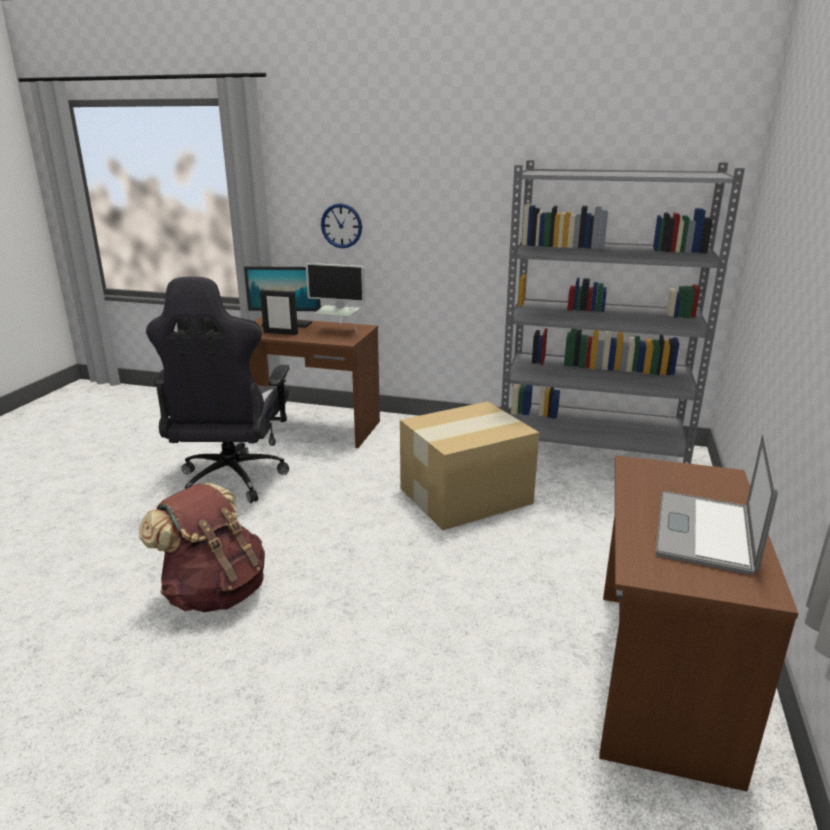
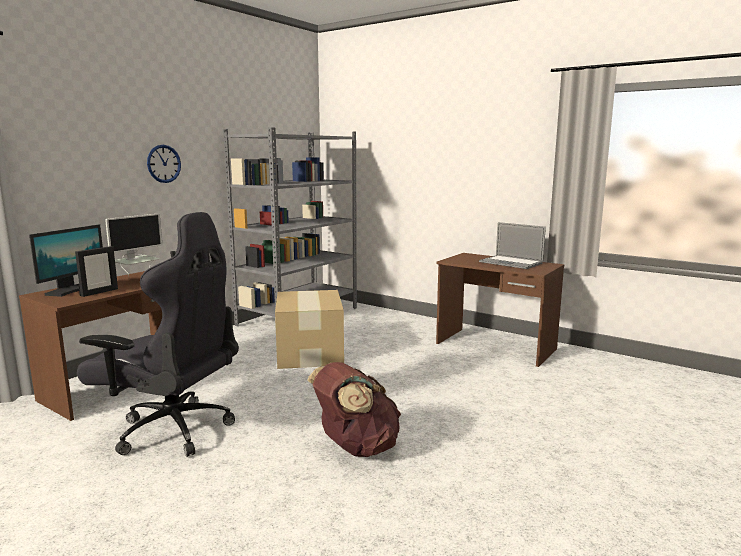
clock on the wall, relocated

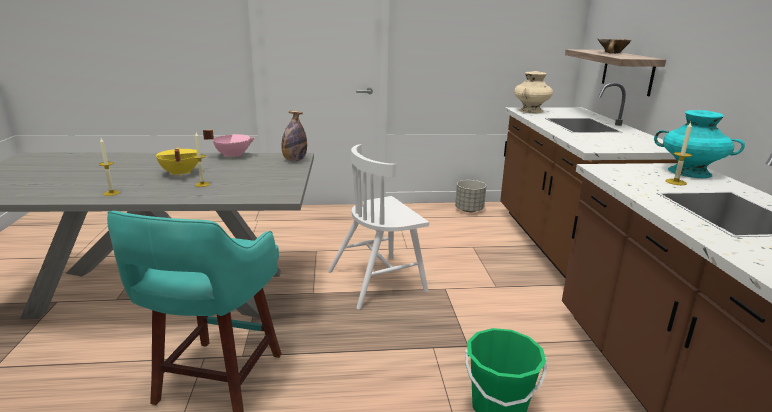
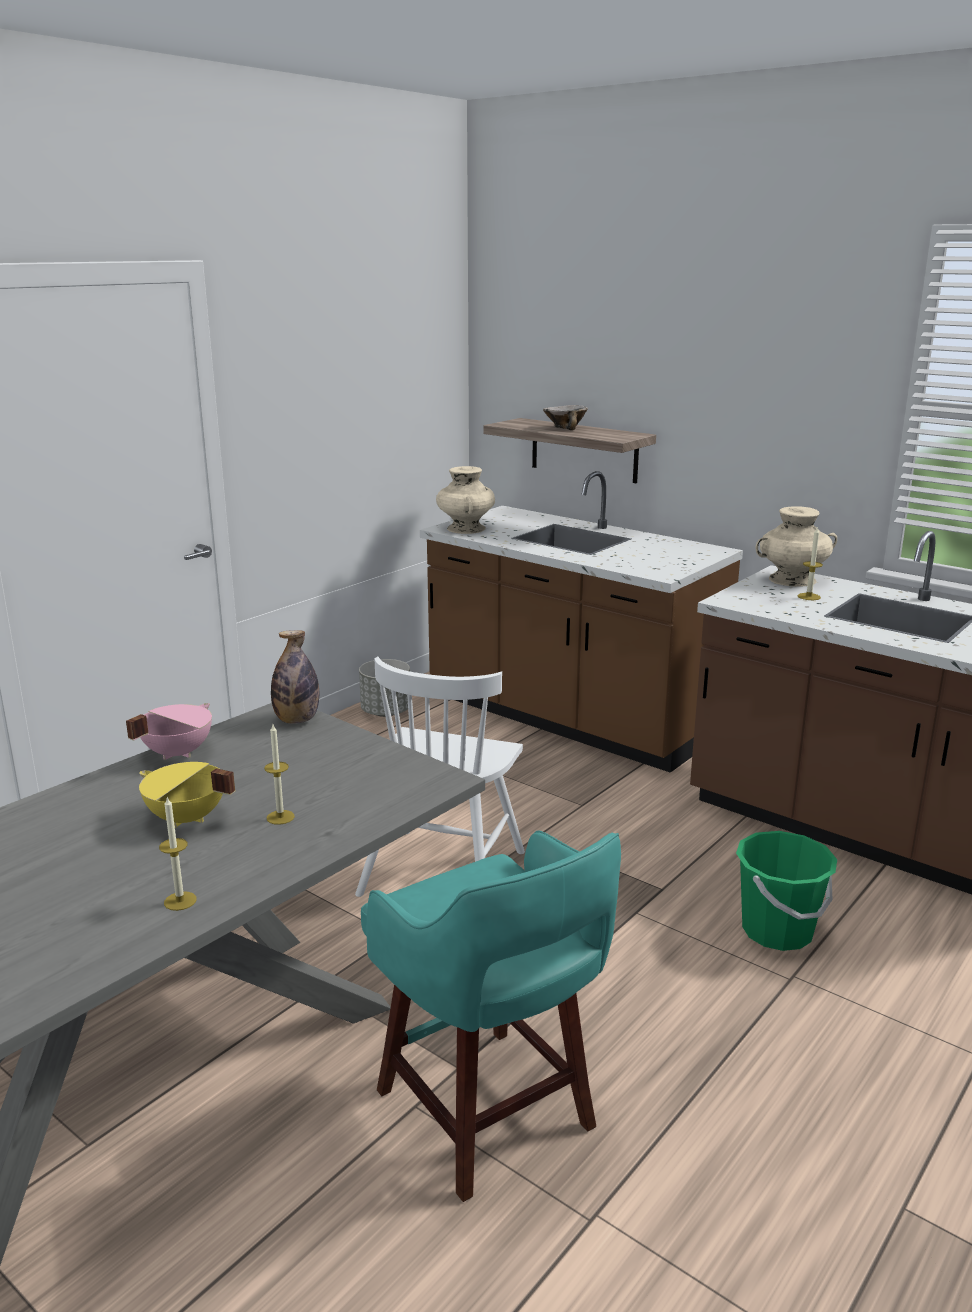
decorative vase (turquoise-coloured) -> decorative vase (beige-coloured) (no. 2 from left)

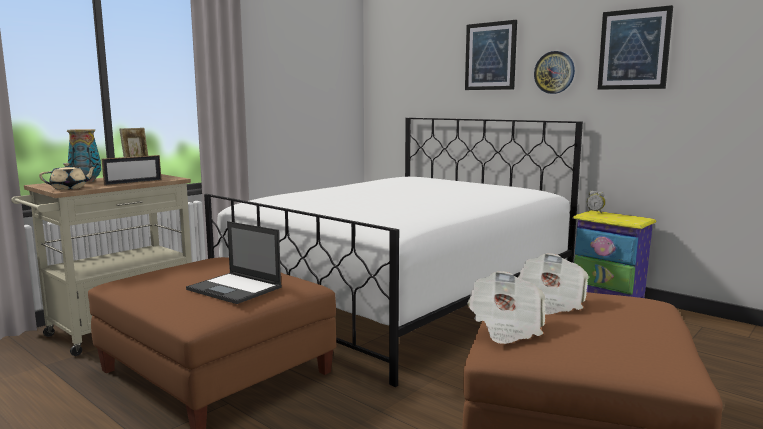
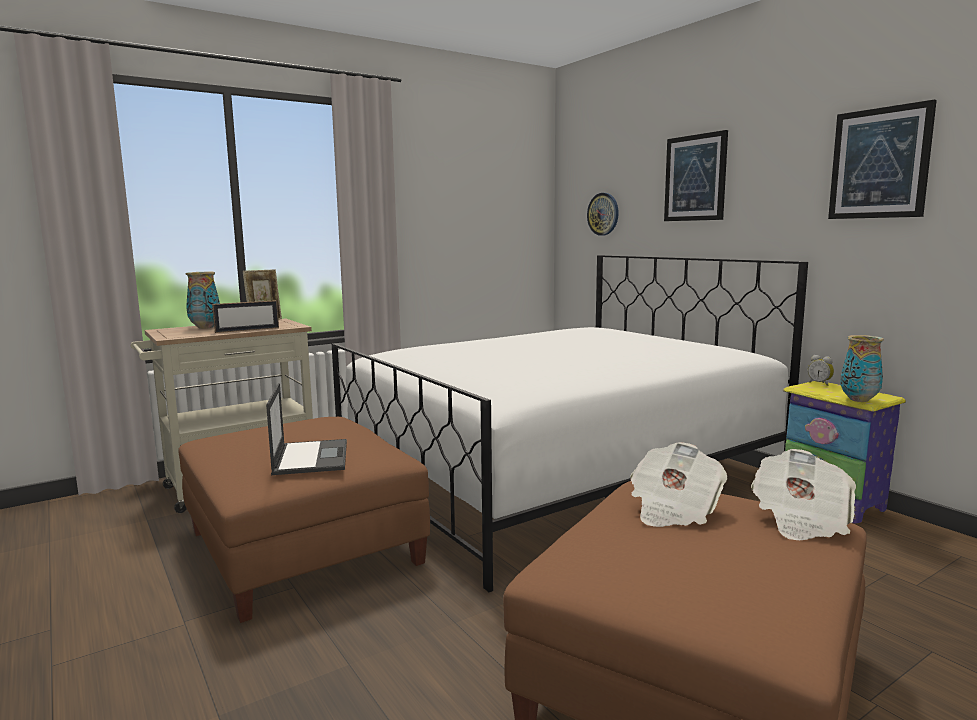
pot for tea (beige-coloured) -> none
none -> decorative vase (no. 2 from left)
daily paper (no. 1 from left in the first image) -> daily paper (no. 2 from left), relocated
clock on the wall, relocated
laptop, 150 degrees counterclockwise

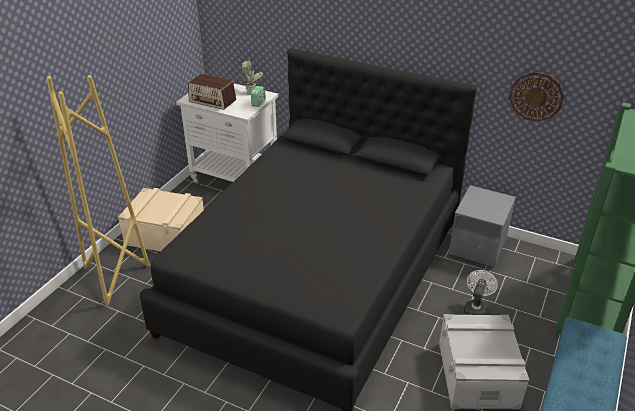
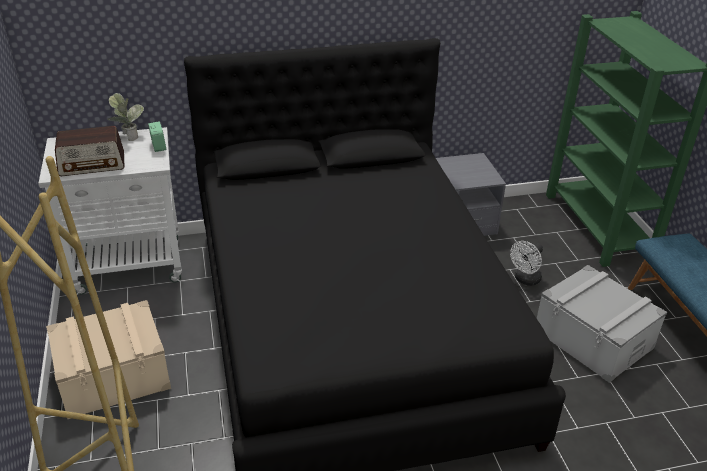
clock on the wall -> none
cooling fan (whitish), 120 degrees counterclockwise

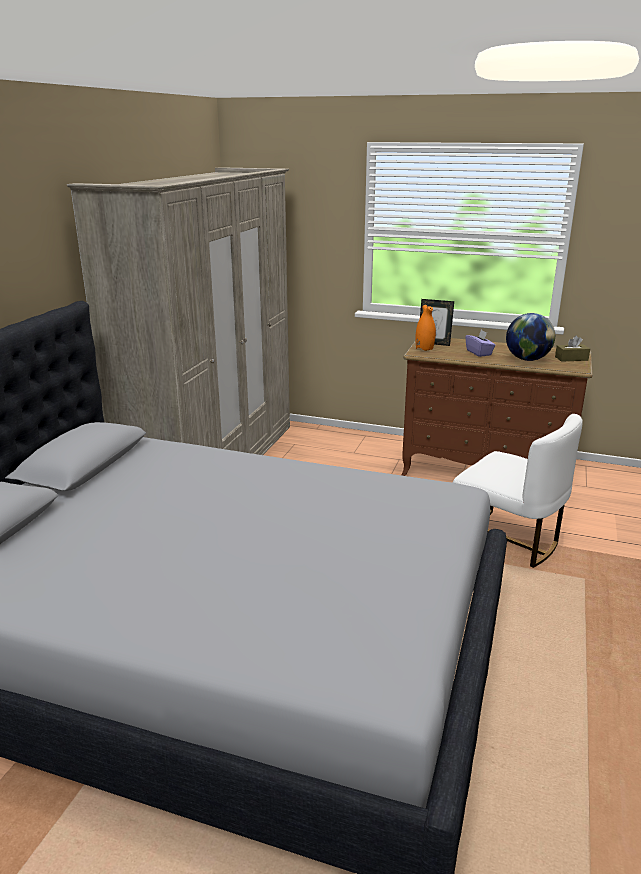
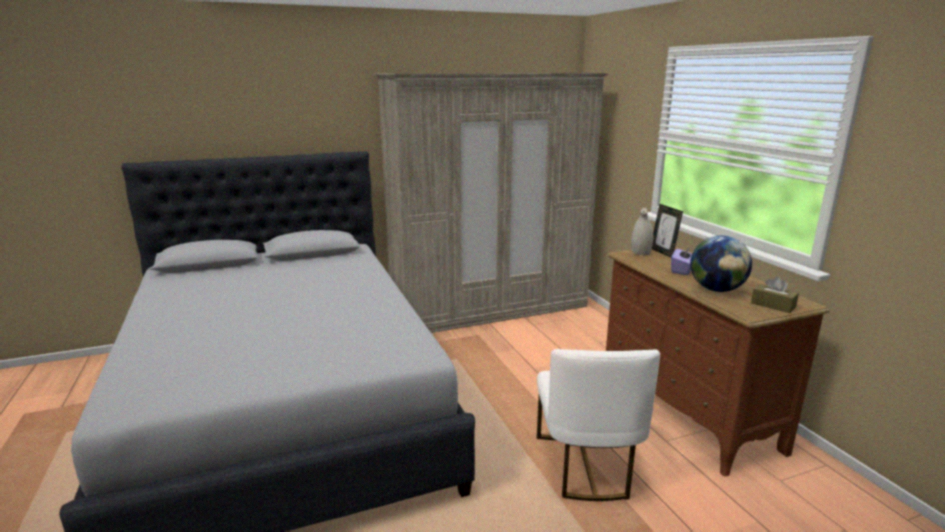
decorative vase (orange) -> decorative vase (whitish)

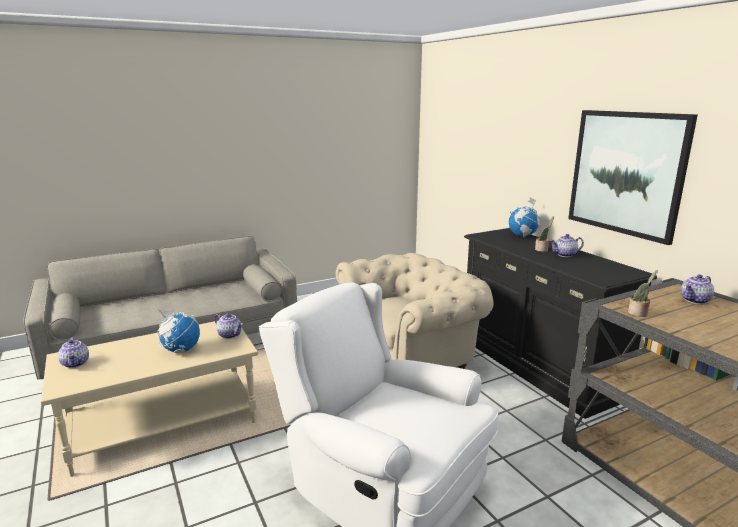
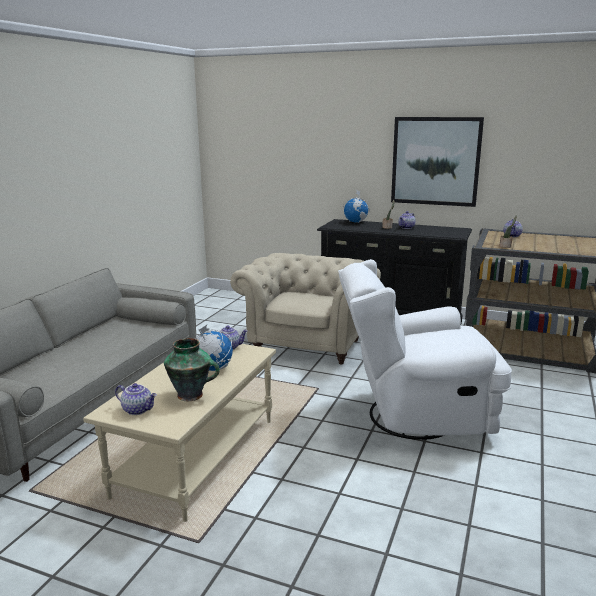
none -> decorative vase

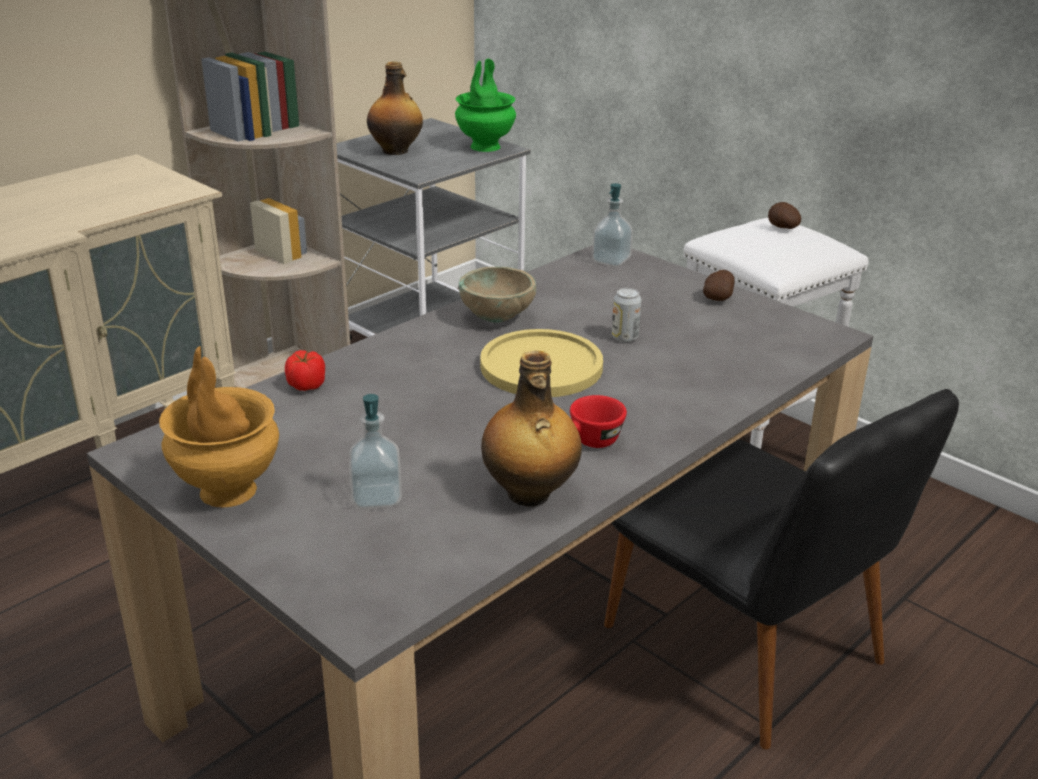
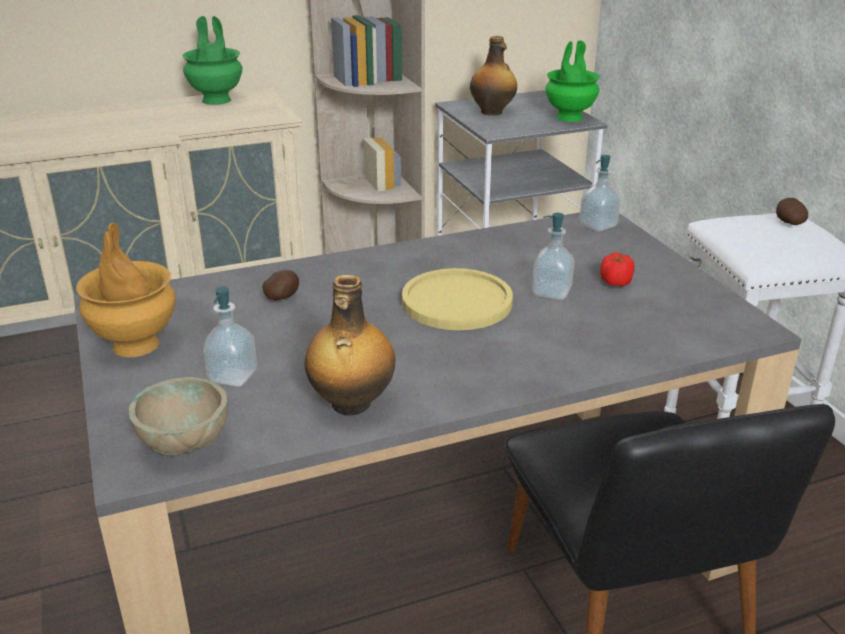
drinking cup (reddish) -> none
none -> decorative vase (green) (no. 1 from left)
fresh tomato, relocated
serving bowl (beige-coloured), relocated
potato (no. 1 from left), relocated
metal can -> liquid soap bottle (no. 2 from left)

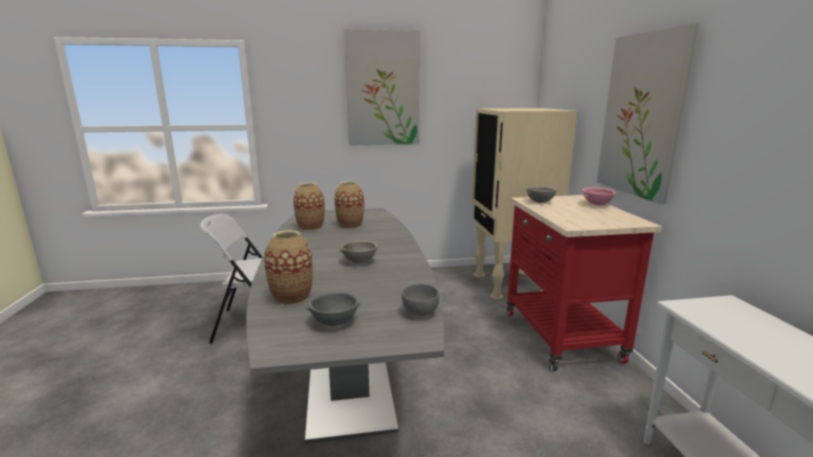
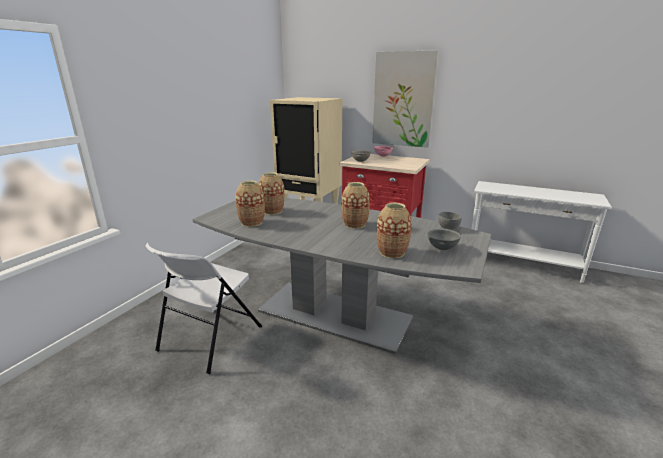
wall picture (no. 1 from left) -> none
serving bowl (greyish) (no. 2 from left) -> decorative vase (no. 3 from left)

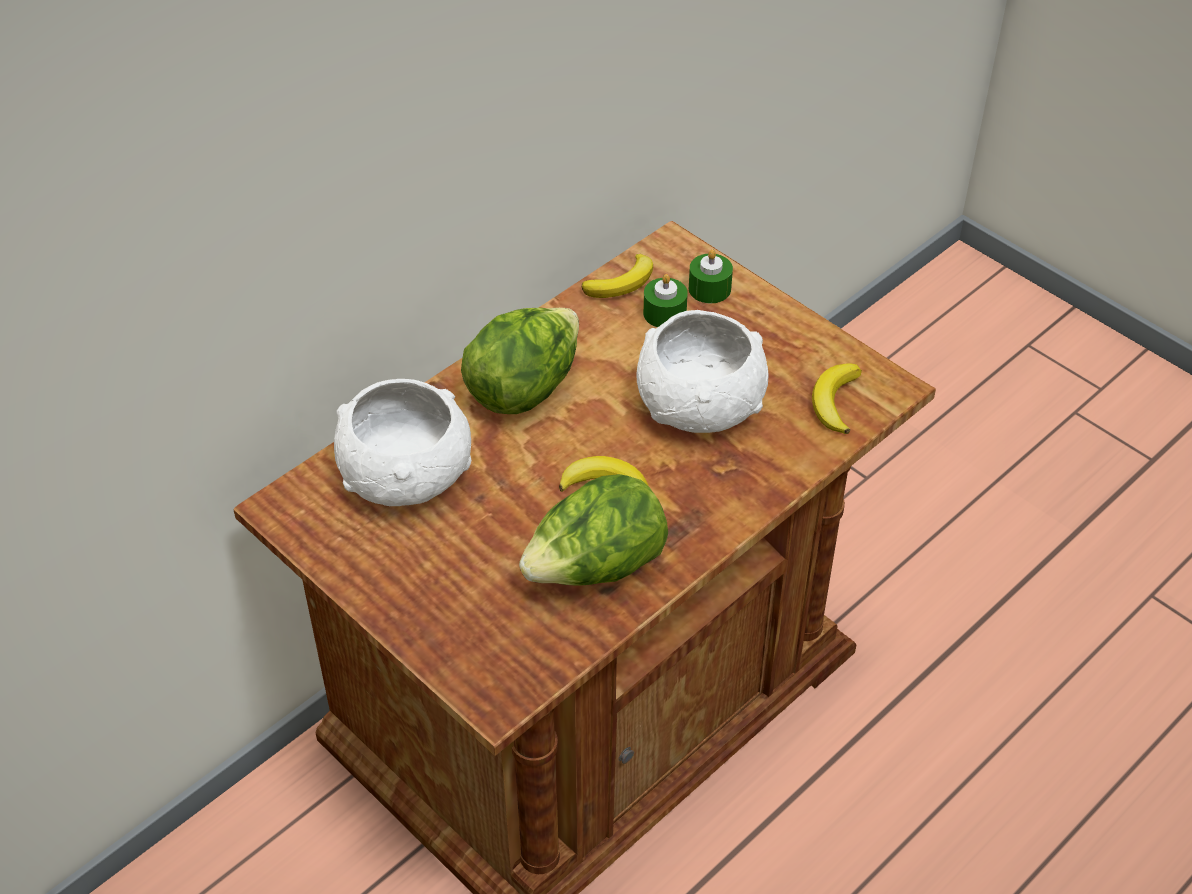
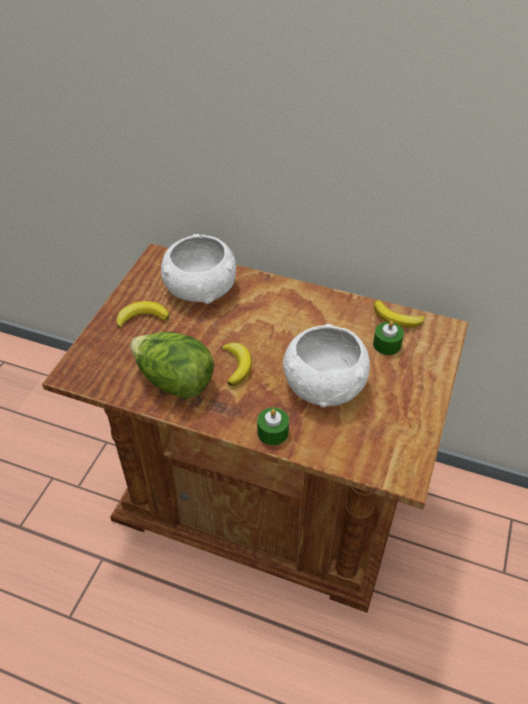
head of lettuce (no. 1 from left) -> none
candle (green) (no. 2 from left in the first image) -> candle (green) (no. 1 from left), relocated
banana (no. 3 from left in the first image) -> banana (no. 1 from left), relocated

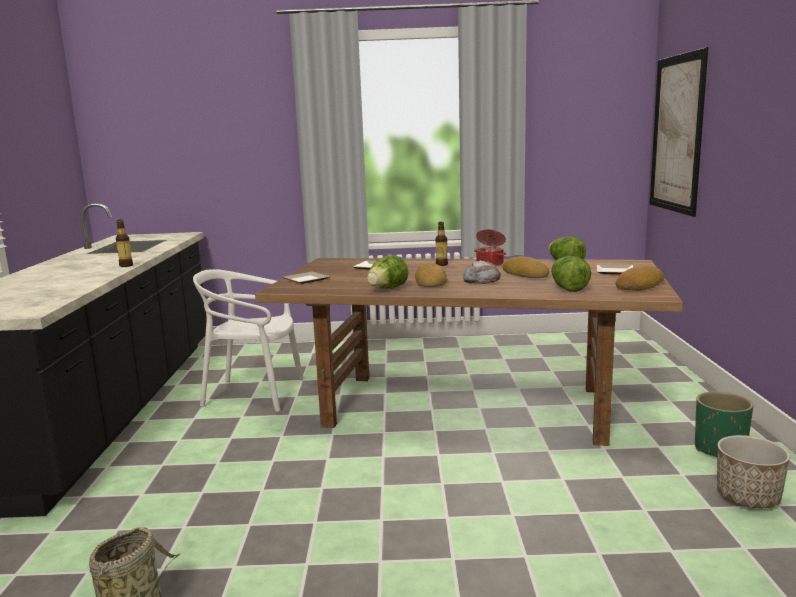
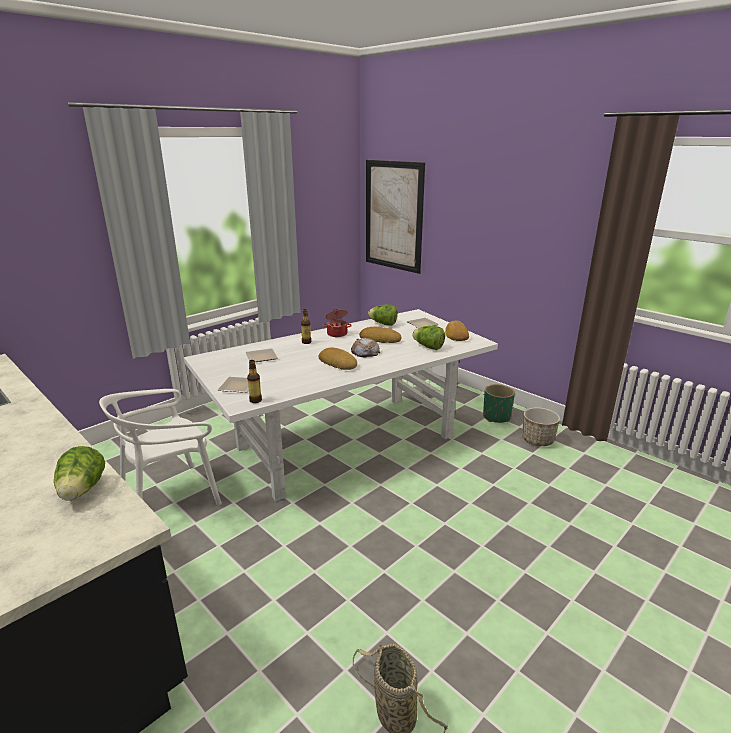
bottle (no. 1 from left), relocated
head of lettuce (no. 1 from left), relocated
dinner table (brown-coloured) -> dinner table (whitish)

